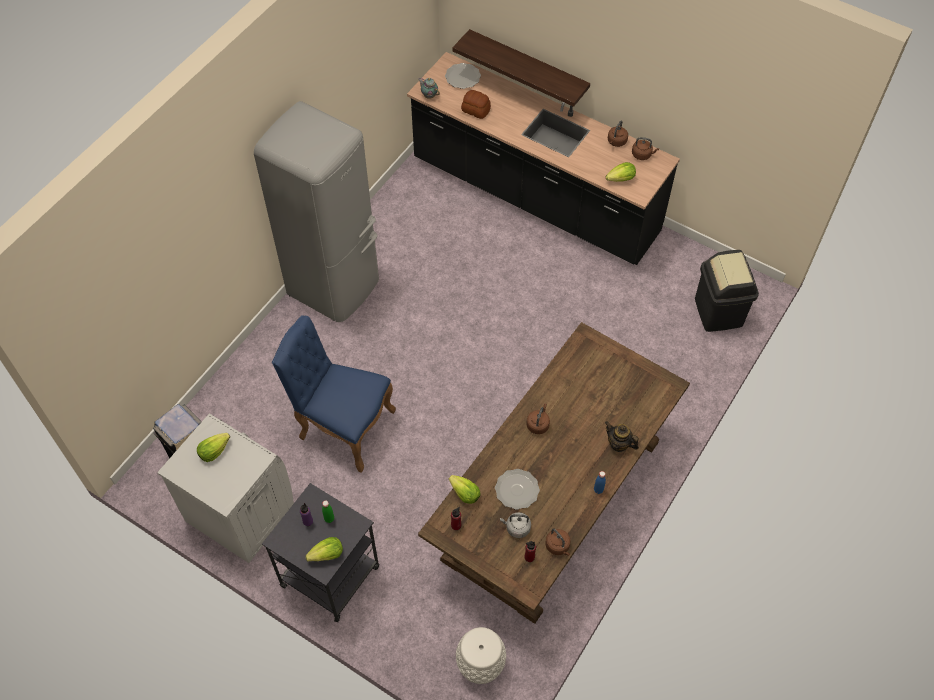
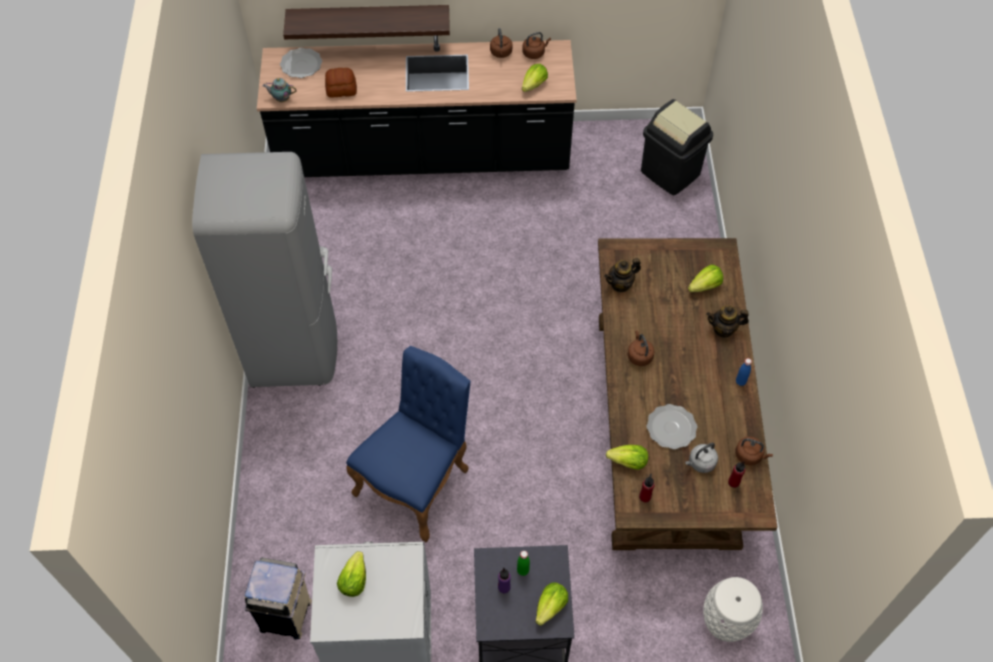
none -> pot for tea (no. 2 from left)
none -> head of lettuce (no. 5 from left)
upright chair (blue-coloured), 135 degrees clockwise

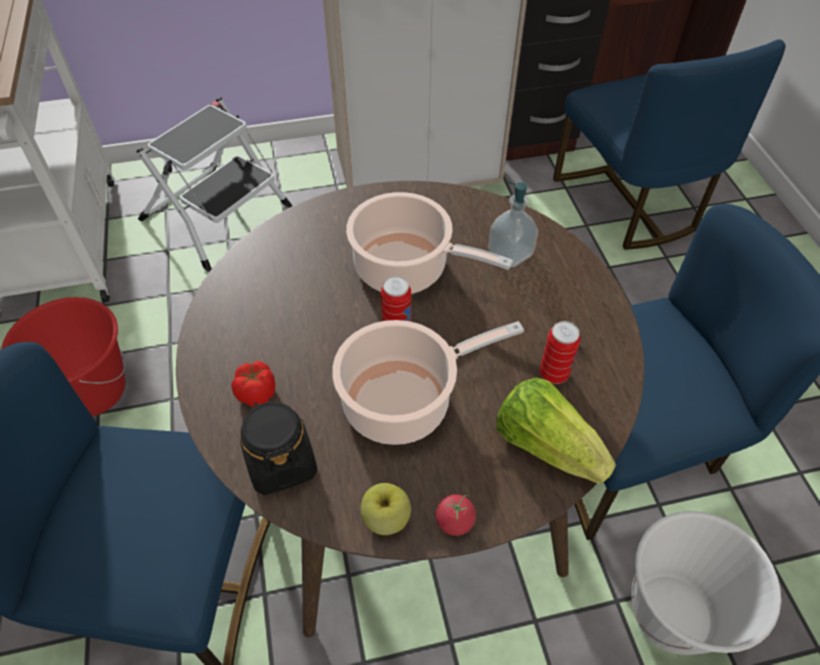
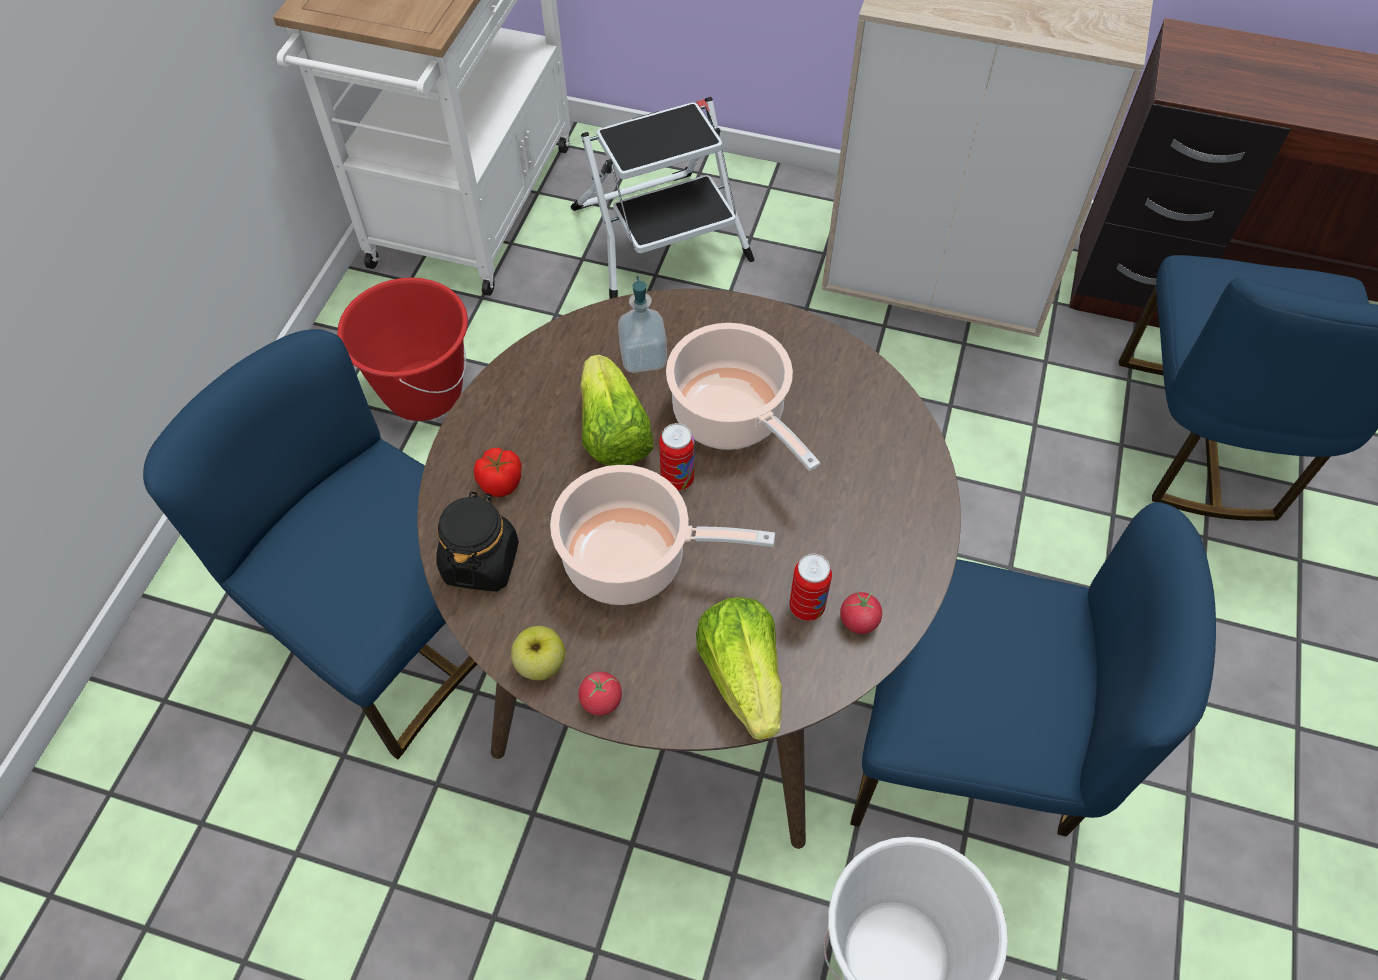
none -> head of lettuce (no. 1 from left)
none -> fresh tomato (no. 3 from left)
liquid soap bottle, relocated

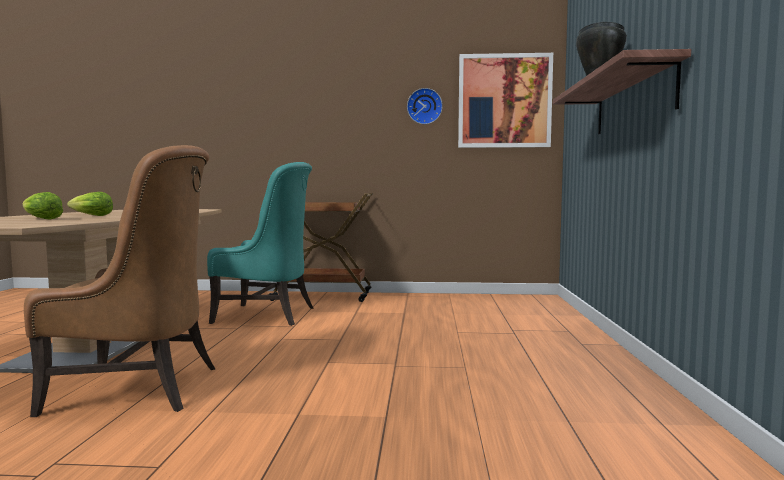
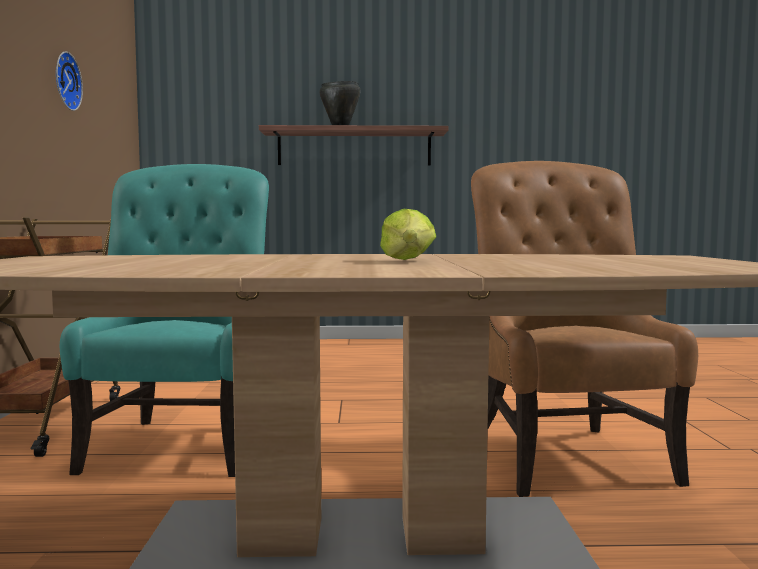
head of lettuce (no. 1 from left) -> none
wall picture -> none

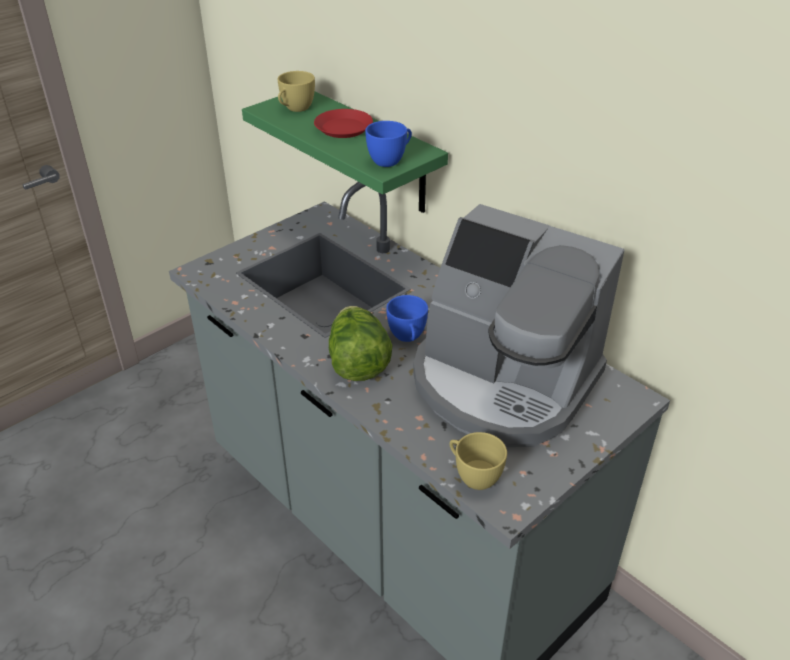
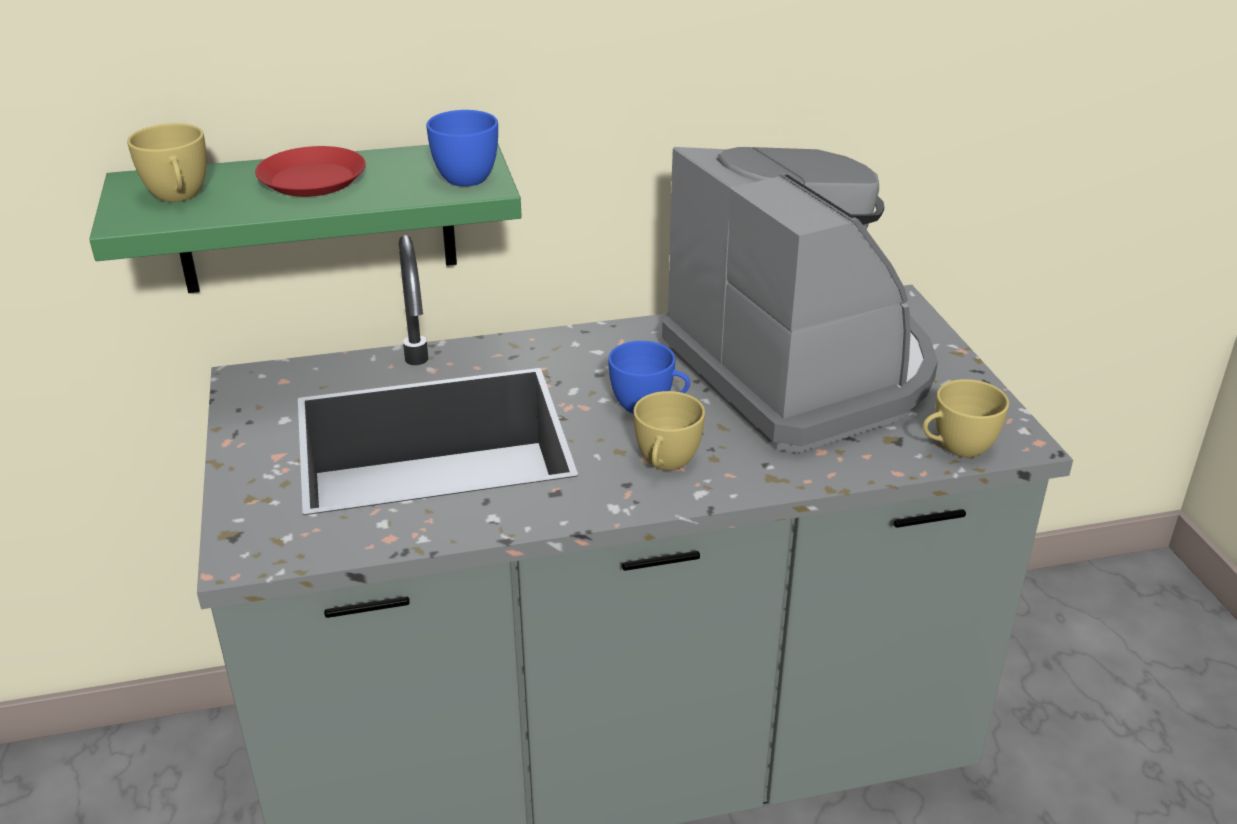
head of lettuce -> drinking cup (yellowish) (no. 2 from left)
coffee machine, 90 degrees counterclockwise

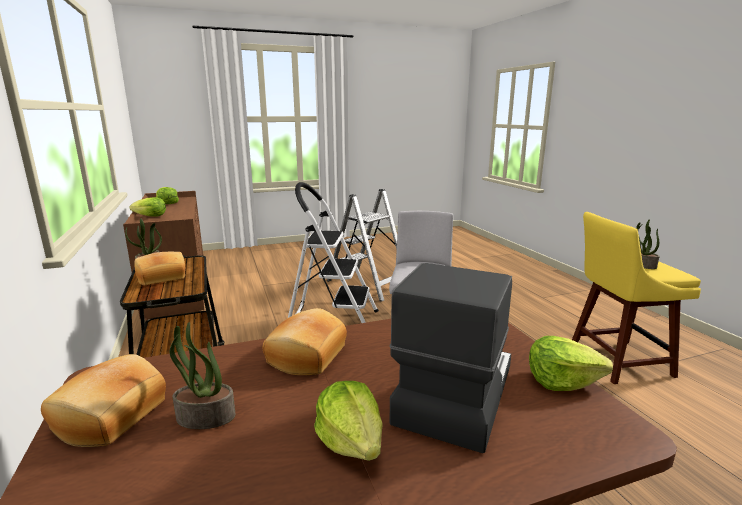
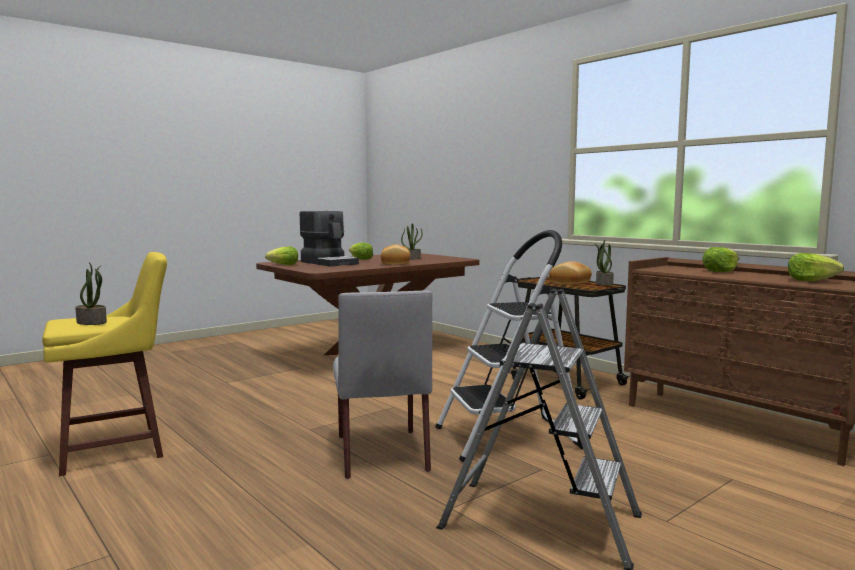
baked bread (no. 1 from left) -> none
coffee machine, 45 degrees counterclockwise

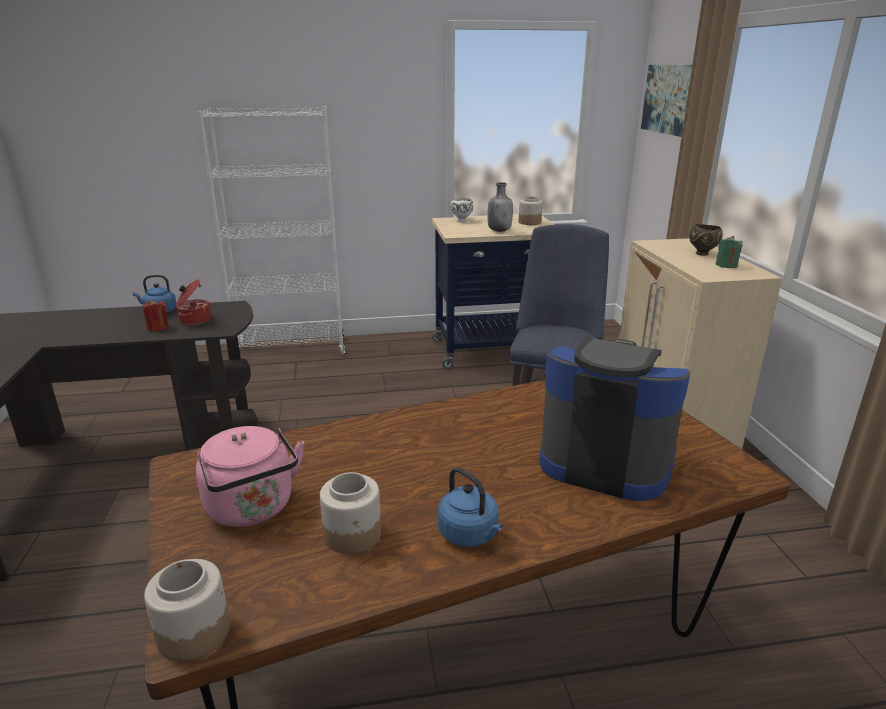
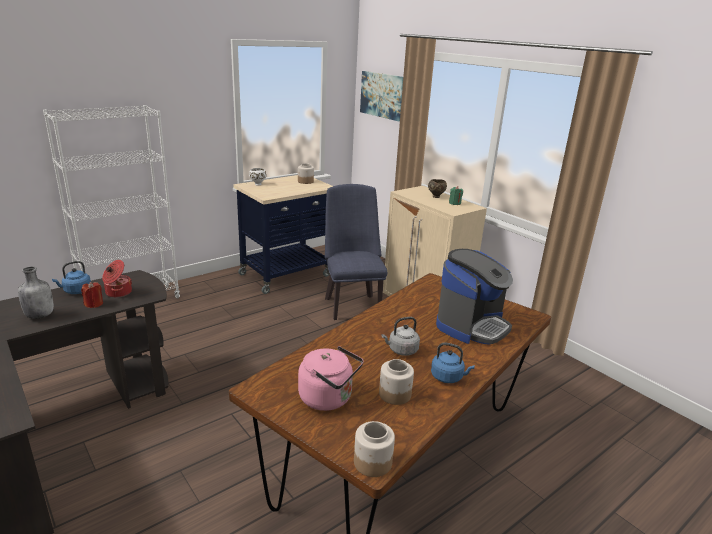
none -> kettle (greyish)
bottle (greyish), relocated
coffee machine, 135 degrees clockwise

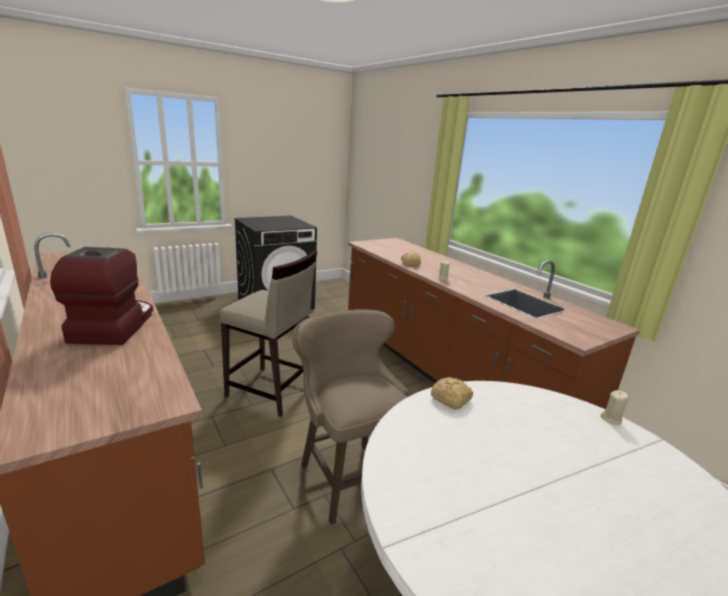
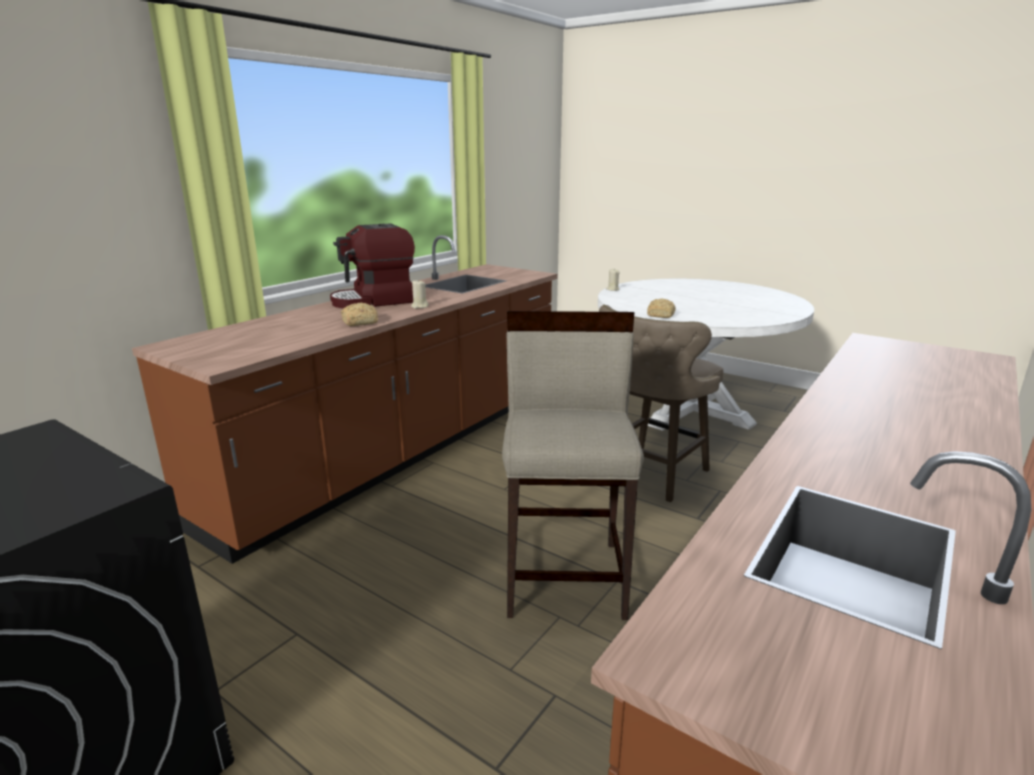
coffee machine, relocated

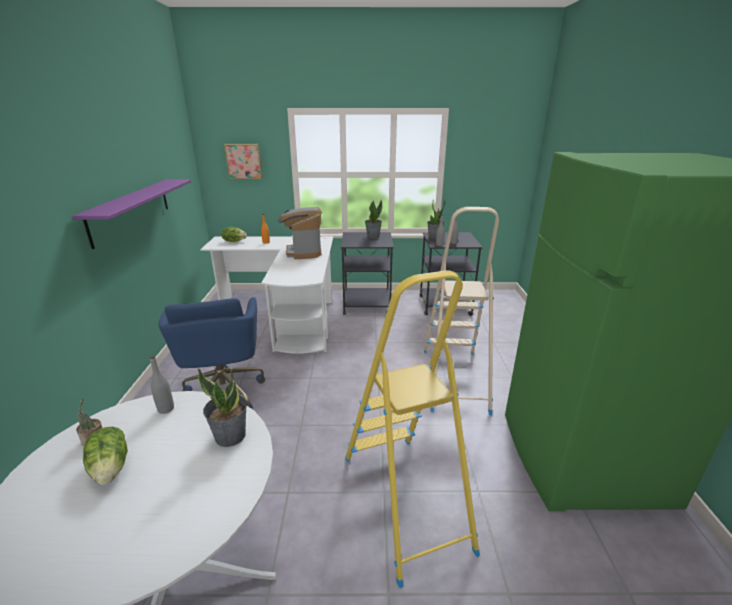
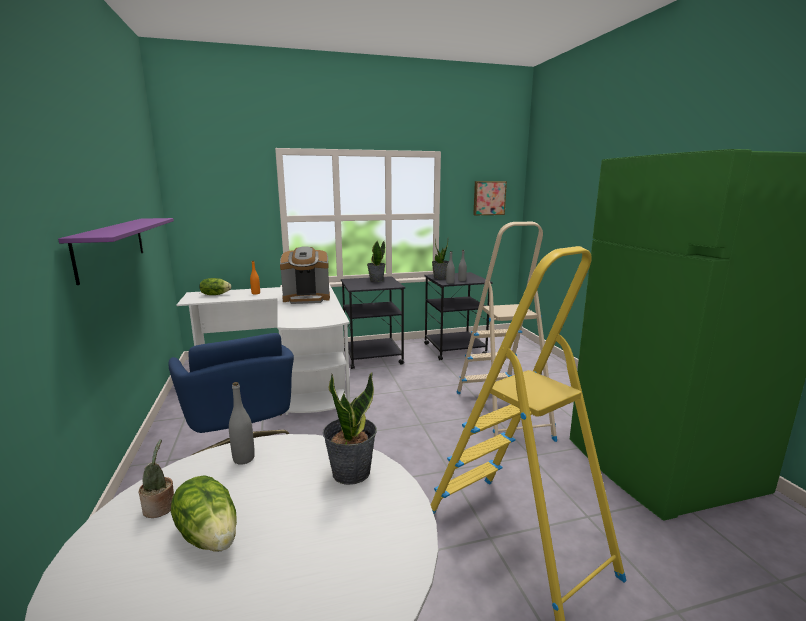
wall picture, relocated
coffee machine, 75 degrees counterclockwise

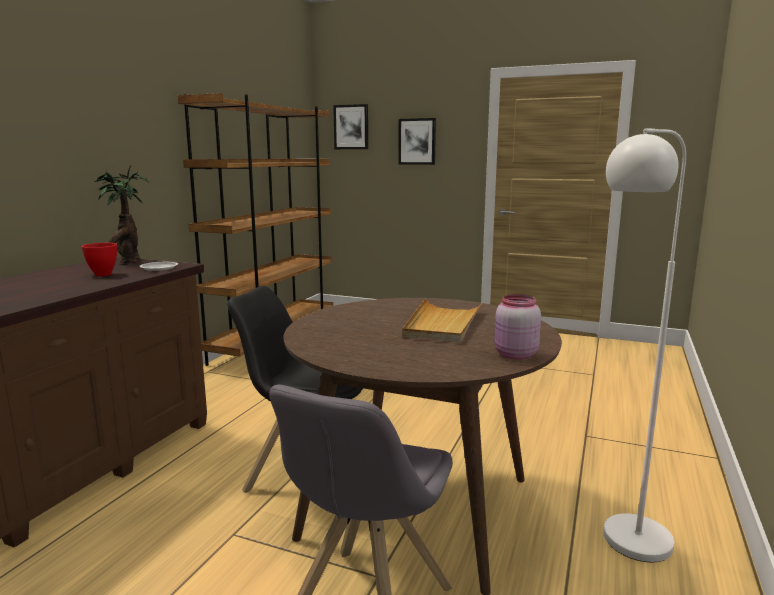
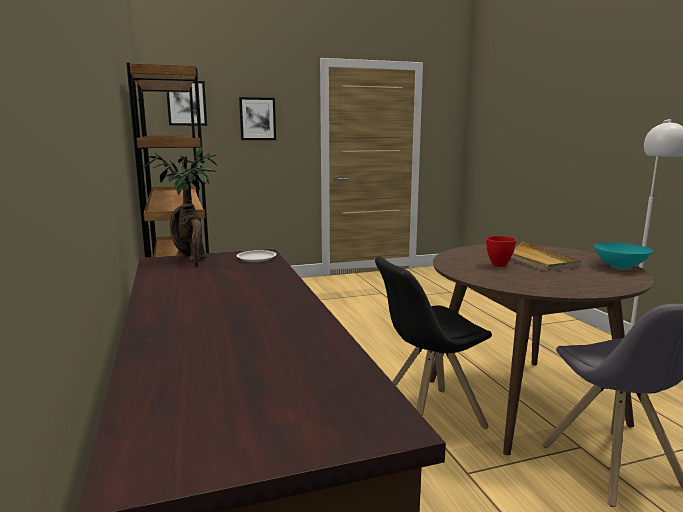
serving bowl (reddish), relocated
jar (pink) -> serving bowl (turquoise-coloured)

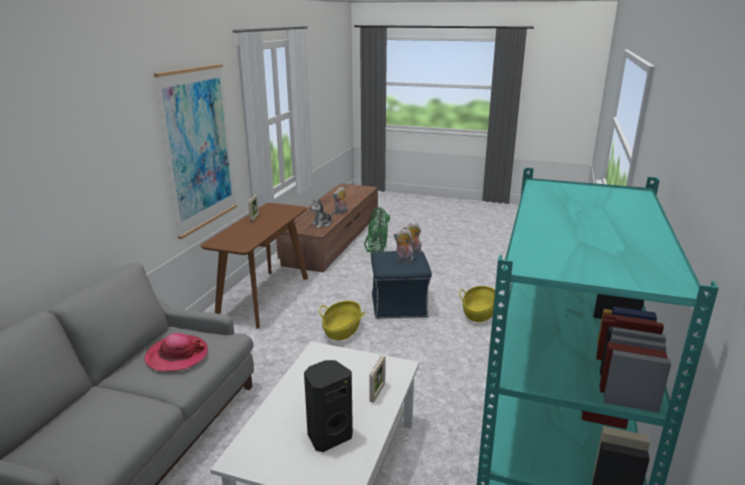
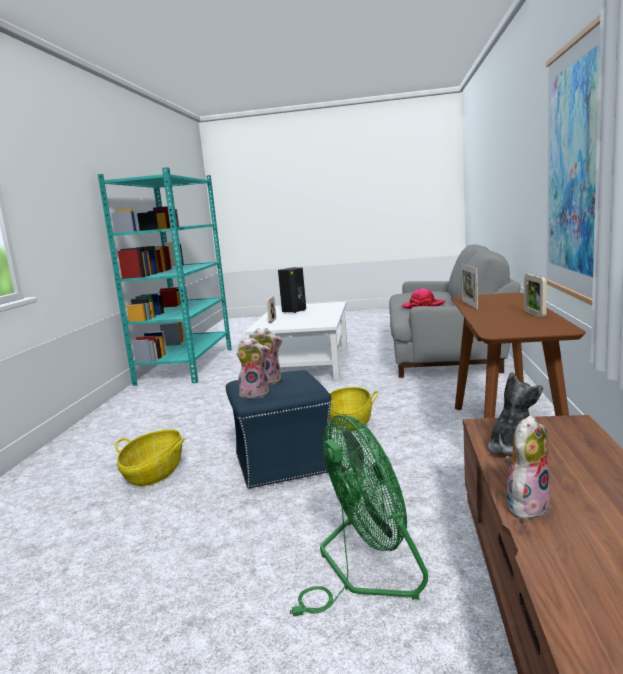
none -> photo frame (no. 2 from left)

